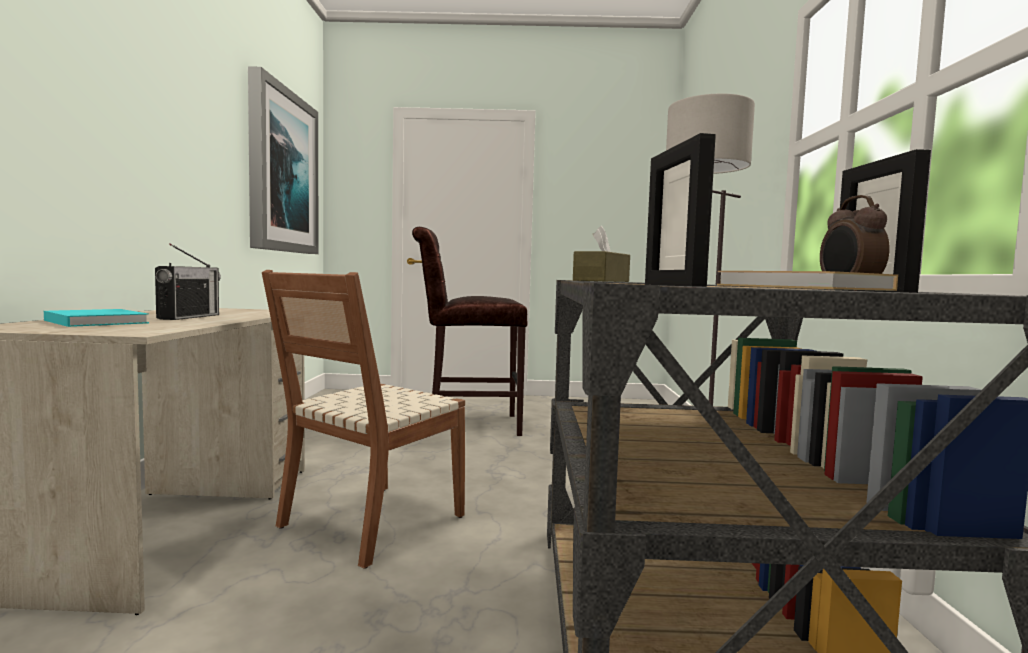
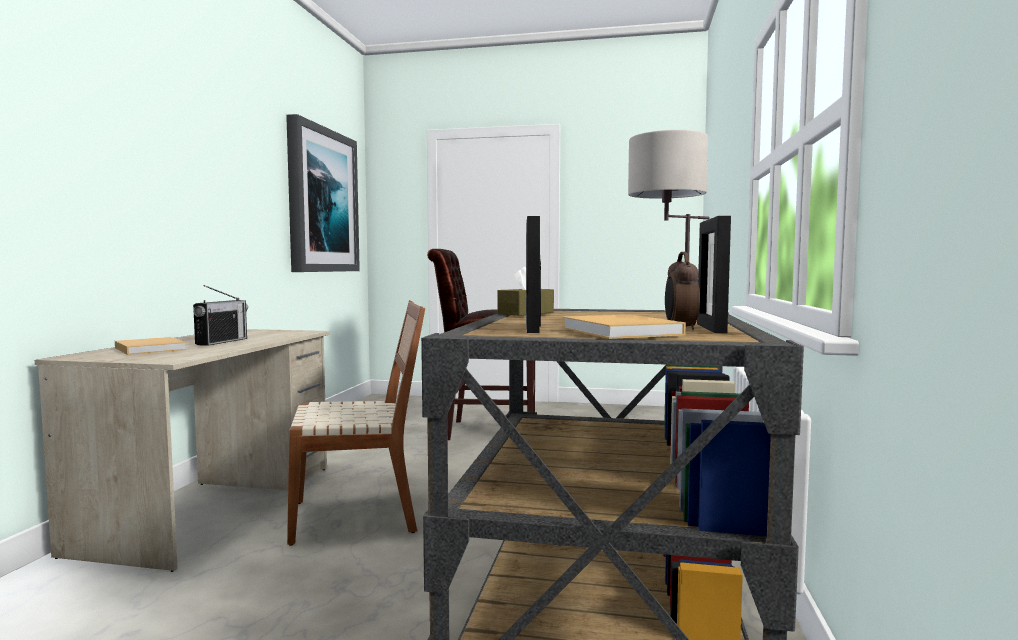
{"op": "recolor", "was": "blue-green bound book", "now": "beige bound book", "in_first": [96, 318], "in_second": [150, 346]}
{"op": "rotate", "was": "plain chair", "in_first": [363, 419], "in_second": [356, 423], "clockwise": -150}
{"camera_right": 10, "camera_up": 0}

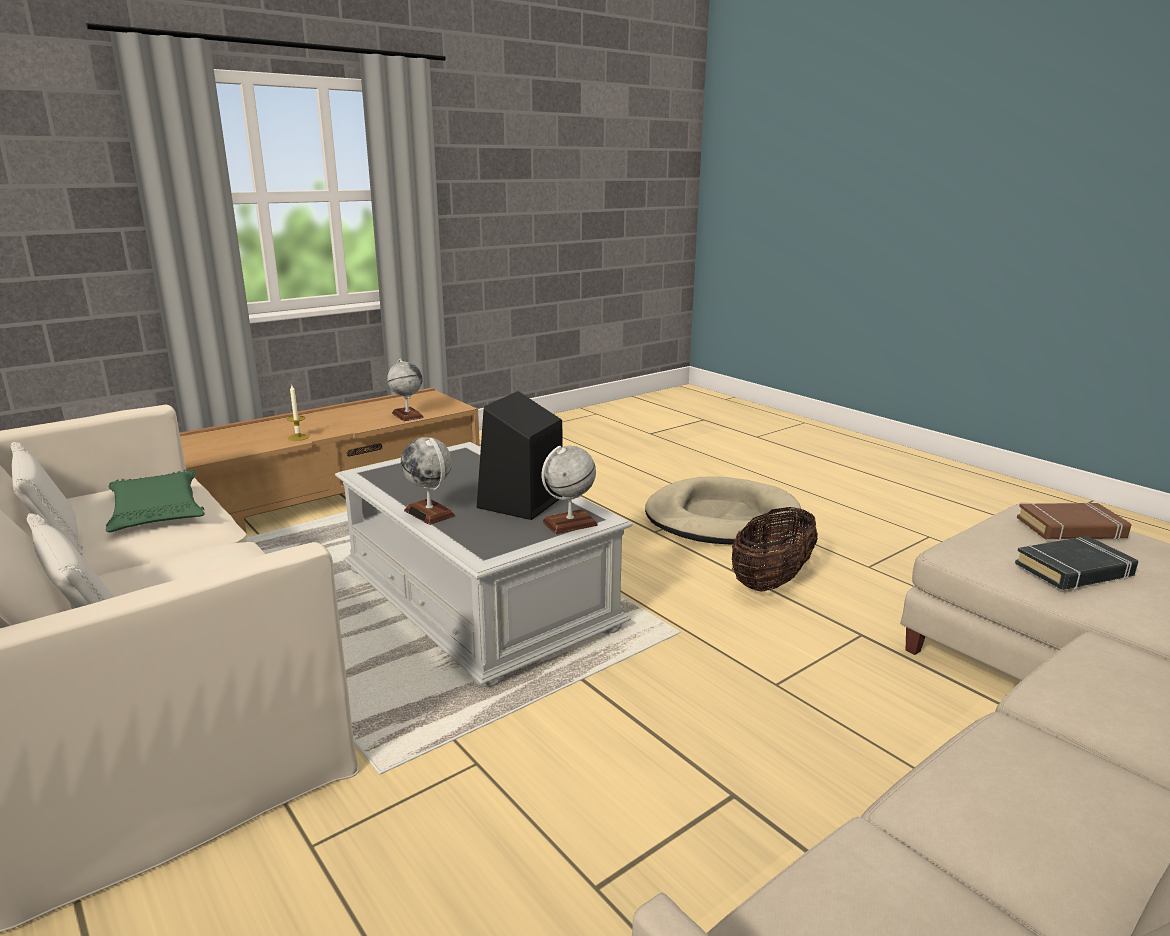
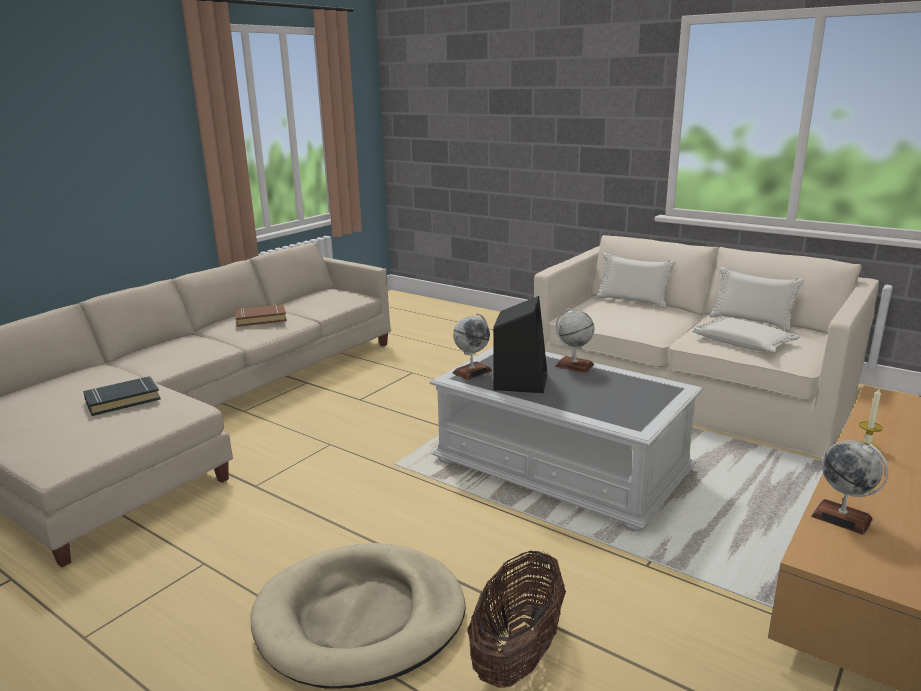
{"op": "move", "was": "brownish bound book", "in_first": [1074, 522], "in_second": [261, 315]}
{"op": "move", "was": "basket", "in_first": [775, 549], "in_second": [516, 619]}
{"op": "recolor", "was": "green cushion", "now": "white-coloured cushion", "in_first": [155, 500], "in_second": [746, 334]}
{"camera_right": 165, "camera_up": 0}

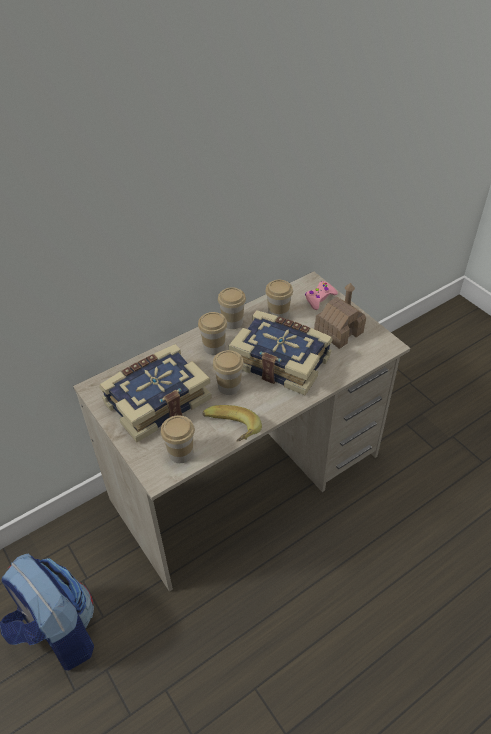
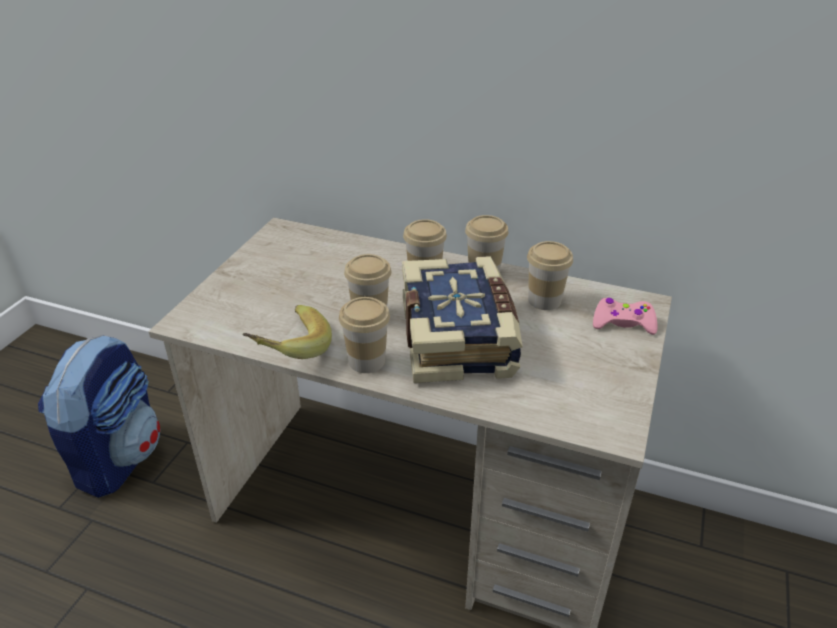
{"op": "move", "was": "drinking cup", "in_first": [178, 439], "in_second": [364, 335]}
{"op": "delete", "was": "bound book", "in_first": [155, 393]}
{"op": "delete", "was": "toy house", "in_first": [340, 316]}
{"camera_right": 55, "camera_up": -10}

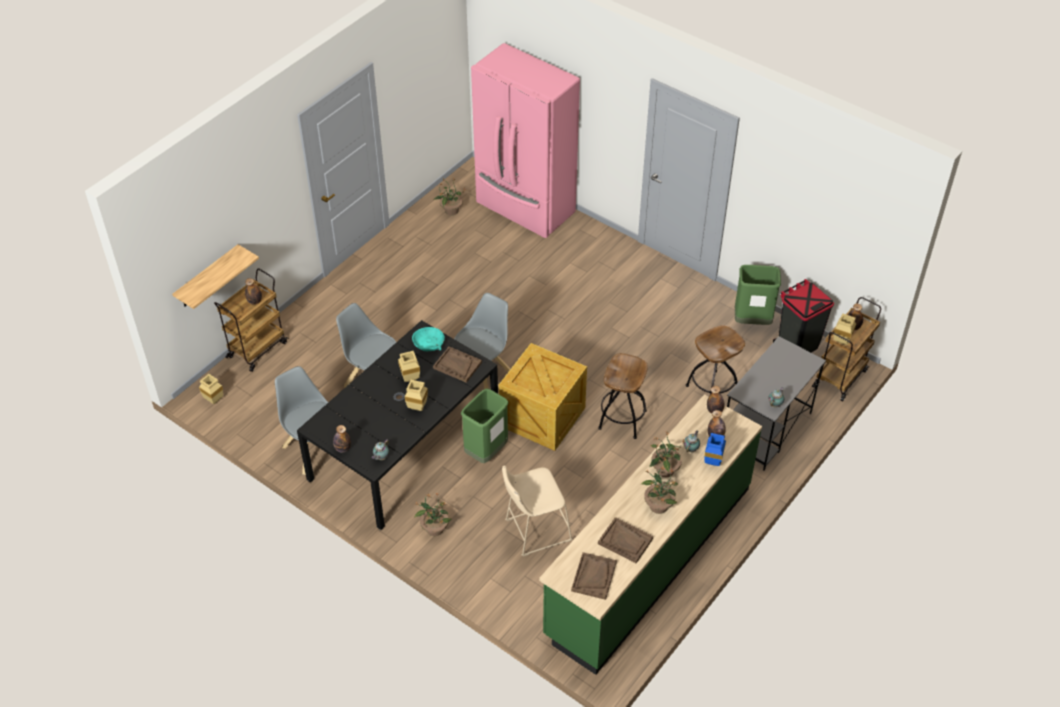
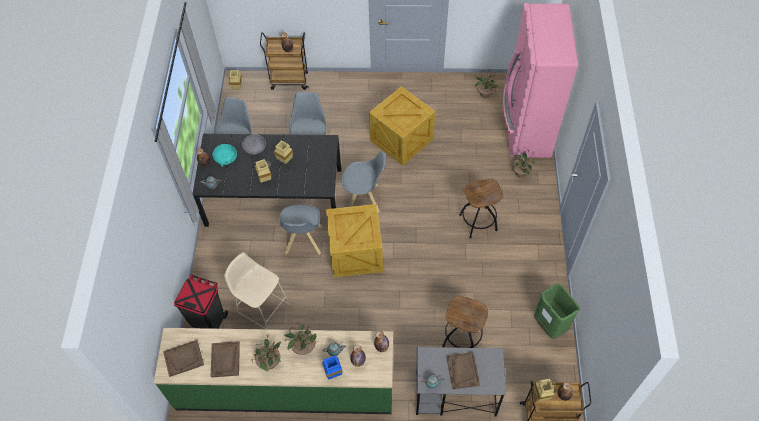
{"op": "move", "was": "black-coloured waste bin", "in_first": [803, 315], "in_second": [201, 301]}
{"op": "move", "was": "blue-green bowl", "in_first": [428, 339], "in_second": [224, 155]}
{"op": "insert", "now": "grey bowl", "in_second": [254, 144]}
{"op": "replace", "was": "green waste bin", "now": "grey plain chair", "in_first": [485, 425], "in_second": [301, 229]}
{"op": "insert", "now": "crate", "in_second": [402, 126]}
{"op": "move", "was": "brownish tray", "in_first": [457, 364], "in_second": [463, 370]}
{"op": "move", "was": "brownish stool", "in_first": [623, 396], "in_second": [481, 209]}
{"op": "move", "was": "potted plant", "in_first": [433, 514], "in_second": [524, 163]}
{"op": "delete", "was": "shelf", "in_first": [215, 276]}
{"camera_right": 55, "camera_up": 10}

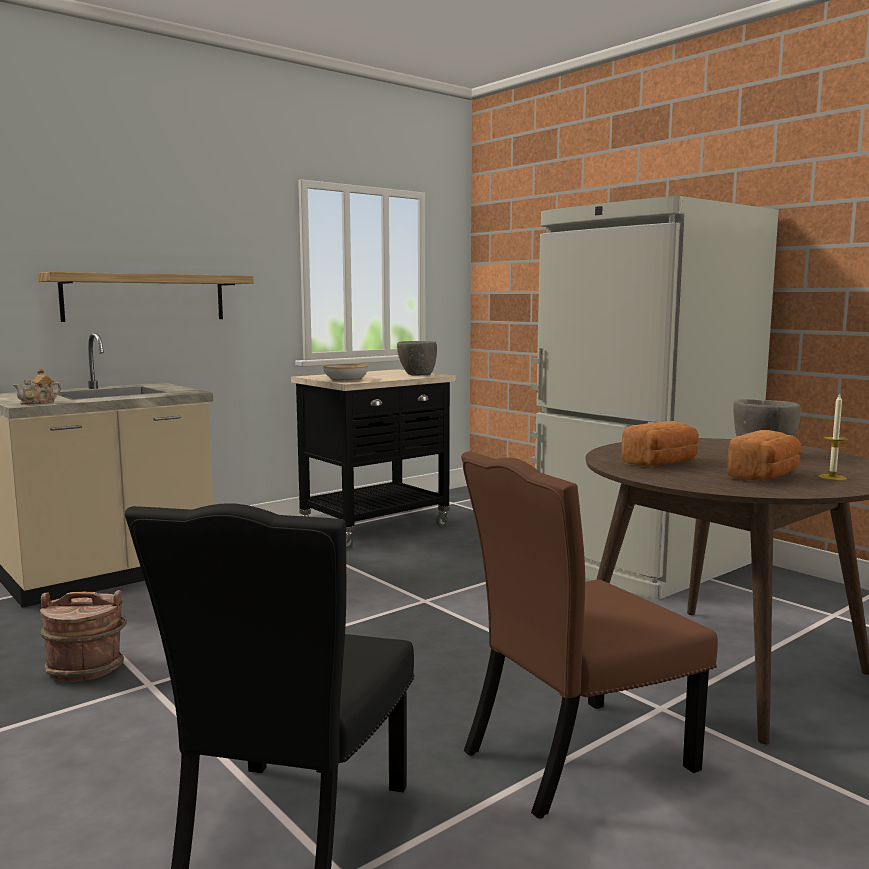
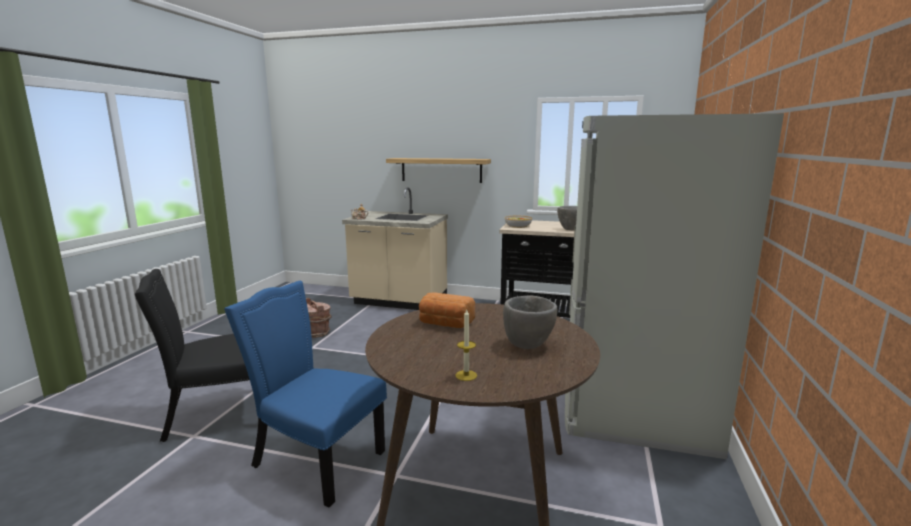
{"op": "recolor", "was": "brownish plain chair", "now": "blue-coloured plain chair", "in_first": [589, 635], "in_second": [305, 394]}
{"op": "delete", "was": "bread", "in_first": [764, 455]}
{"camera_right": 55, "camera_up": 5}

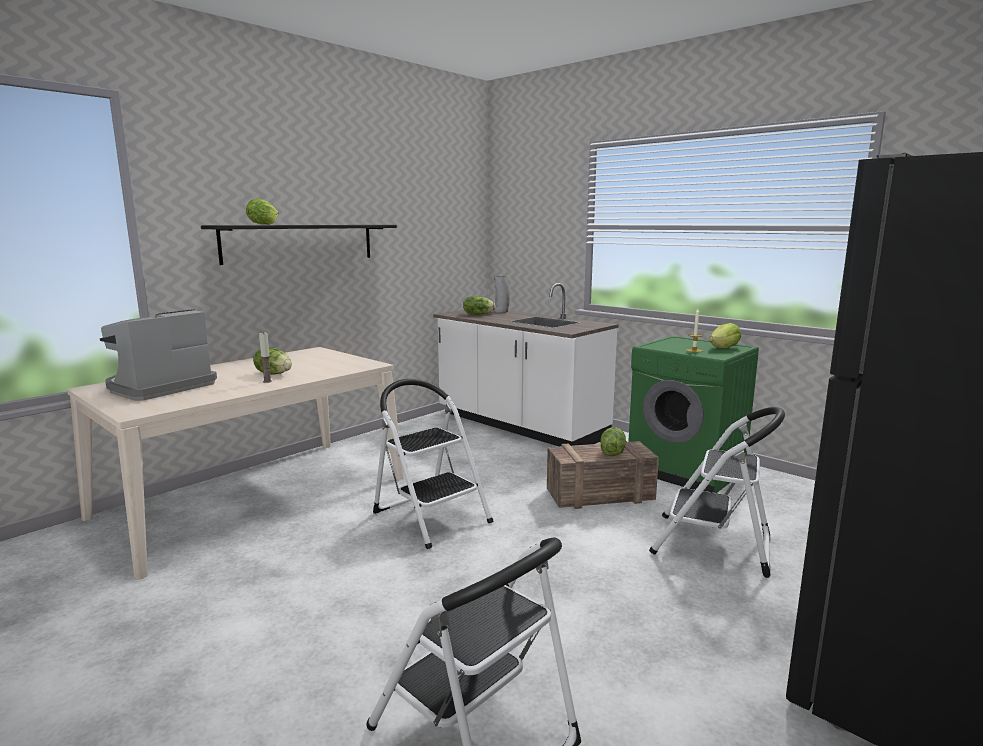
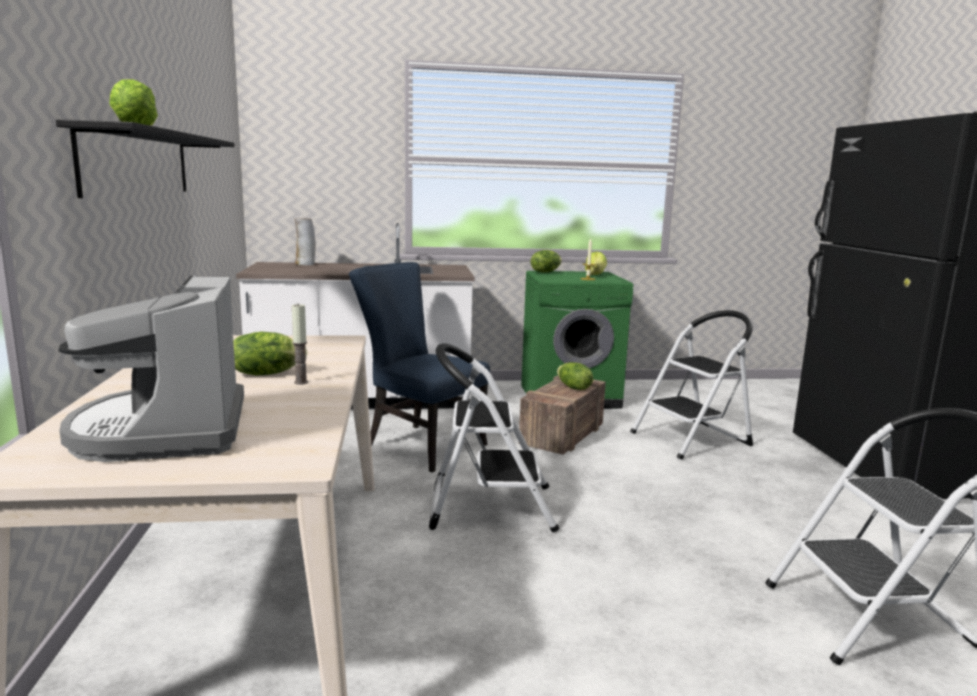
{"op": "insert", "now": "blue-coloured plain chair", "in_second": [419, 367]}
{"op": "move", "was": "lettuce head", "in_first": [479, 305], "in_second": [546, 261]}
{"camera_right": -50, "camera_up": 0}

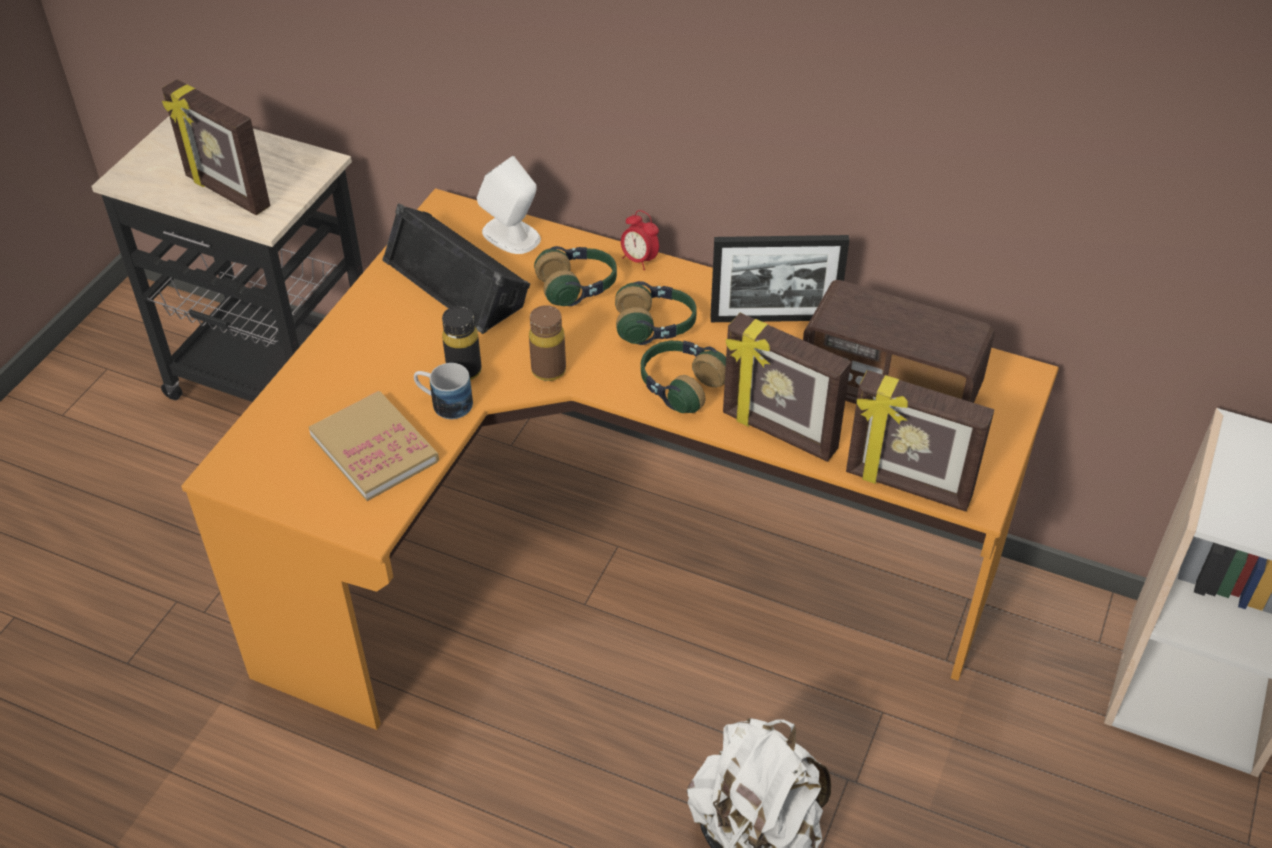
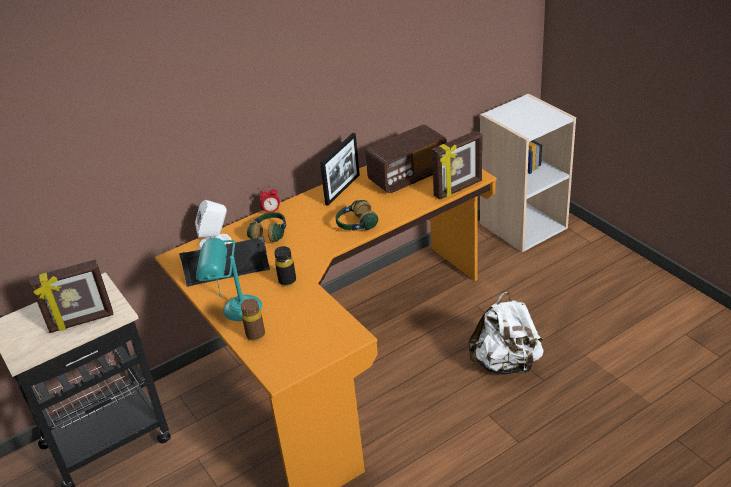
{"op": "insert", "now": "blue-green tabletop lamp", "in_second": [229, 279]}
{"op": "move", "was": "brownish drink bottle", "in_first": [547, 343], "in_second": [253, 320]}
{"op": "delete", "was": "bound book", "in_first": [374, 446]}
{"op": "delete", "was": "coffee mug", "in_first": [443, 391]}
{"op": "delete", "was": "headset", "in_first": [656, 313]}
{"op": "delete", "was": "standing frame", "in_first": [787, 387]}
{"camera_right": -55, "camera_up": -10}

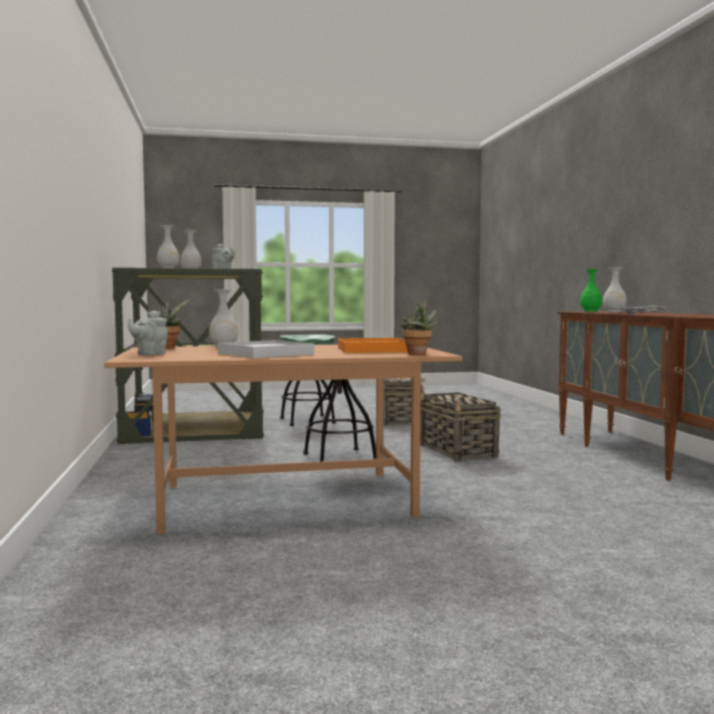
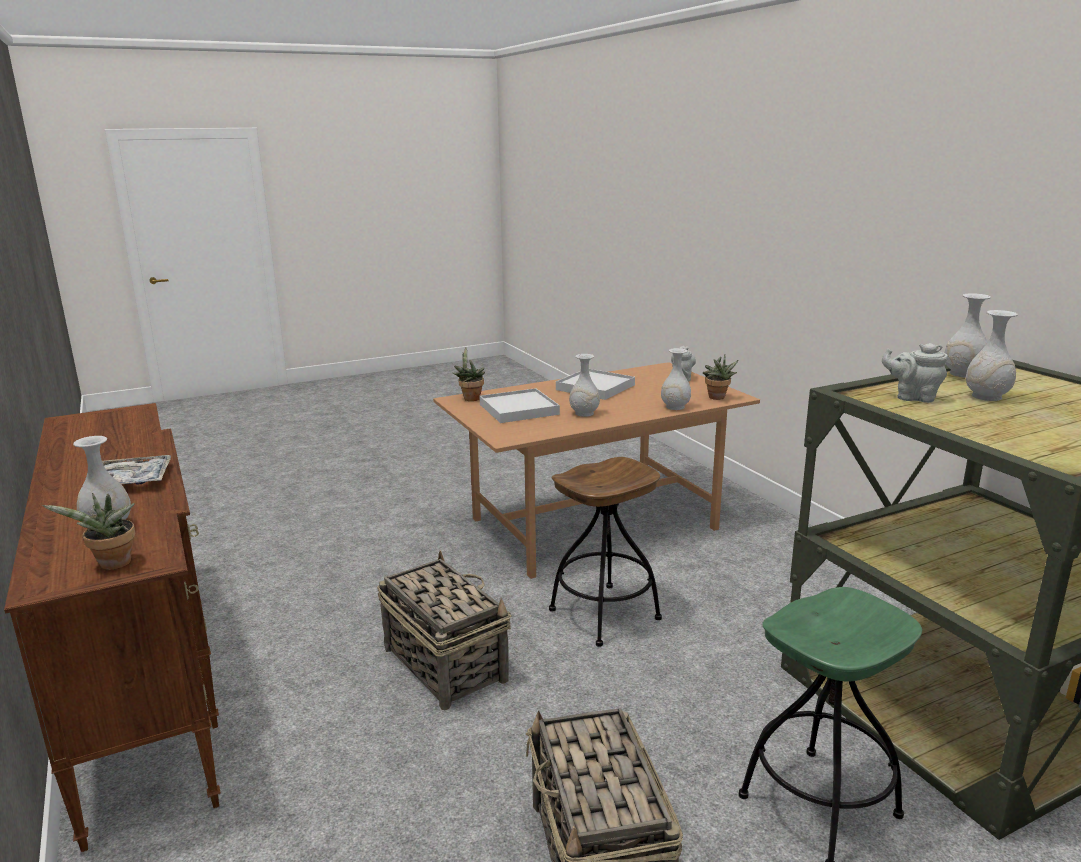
{"op": "replace", "was": "green decorative vase", "now": "potted plant", "in_first": [591, 290], "in_second": [88, 531]}
{"op": "recolor", "was": "orange tray", "now": "white-coloured tray", "in_first": [373, 345], "in_second": [520, 405]}
{"op": "insert", "now": "white-coloured decorative vase", "in_second": [584, 385]}
{"camera_right": 165, "camera_up": 15}

